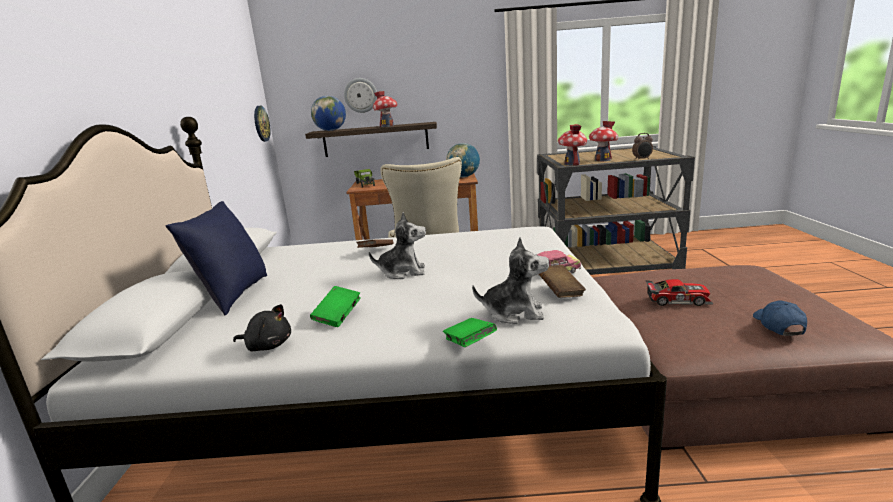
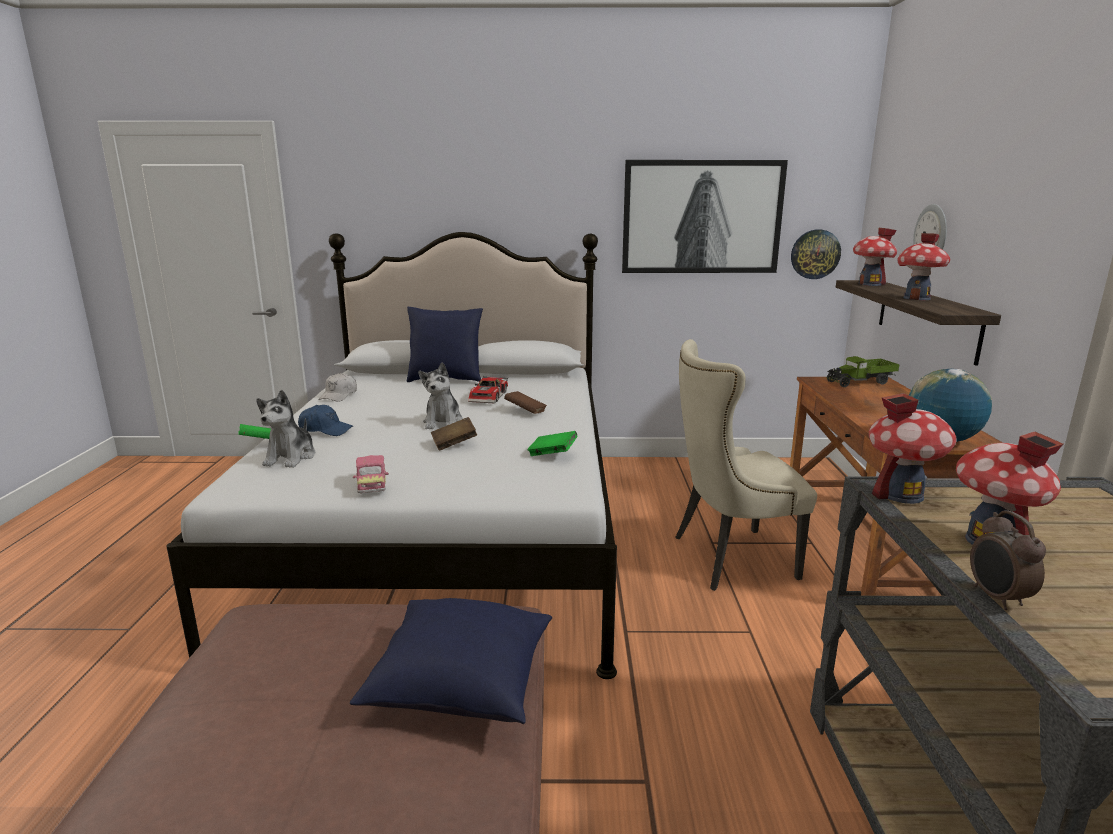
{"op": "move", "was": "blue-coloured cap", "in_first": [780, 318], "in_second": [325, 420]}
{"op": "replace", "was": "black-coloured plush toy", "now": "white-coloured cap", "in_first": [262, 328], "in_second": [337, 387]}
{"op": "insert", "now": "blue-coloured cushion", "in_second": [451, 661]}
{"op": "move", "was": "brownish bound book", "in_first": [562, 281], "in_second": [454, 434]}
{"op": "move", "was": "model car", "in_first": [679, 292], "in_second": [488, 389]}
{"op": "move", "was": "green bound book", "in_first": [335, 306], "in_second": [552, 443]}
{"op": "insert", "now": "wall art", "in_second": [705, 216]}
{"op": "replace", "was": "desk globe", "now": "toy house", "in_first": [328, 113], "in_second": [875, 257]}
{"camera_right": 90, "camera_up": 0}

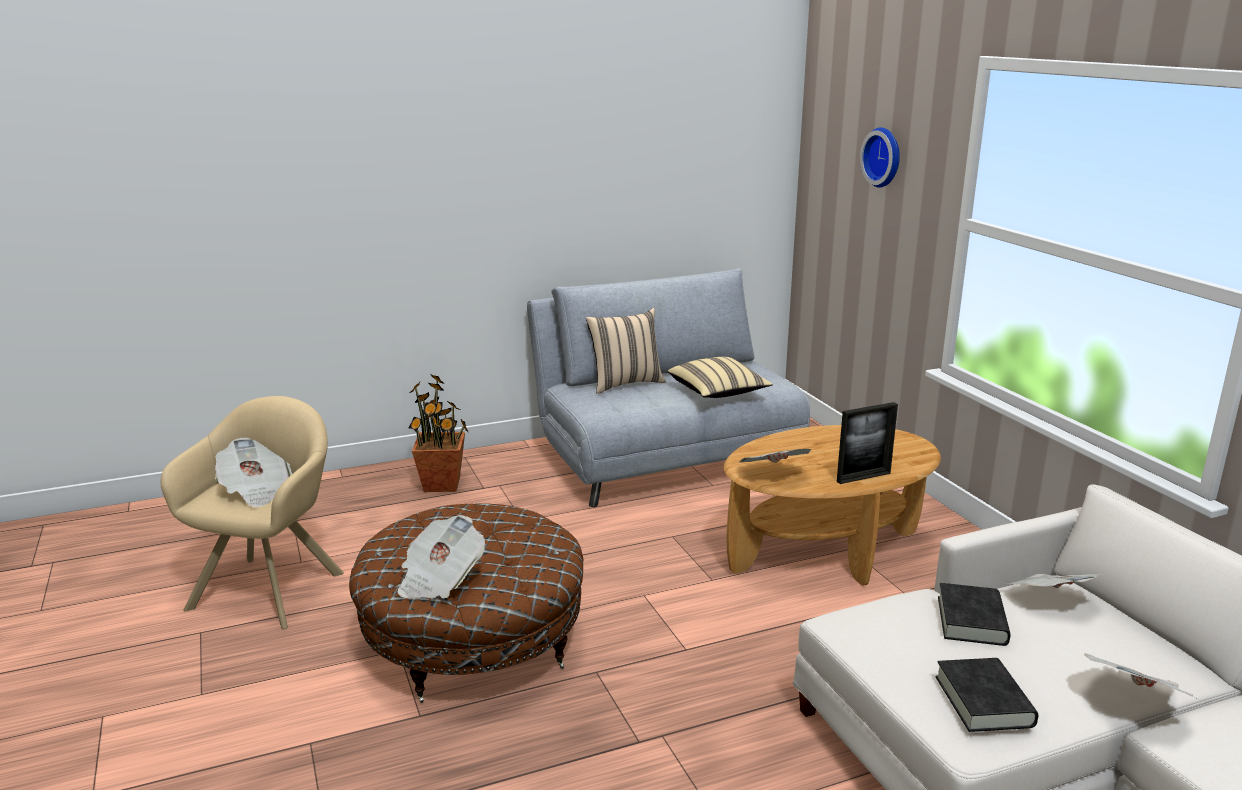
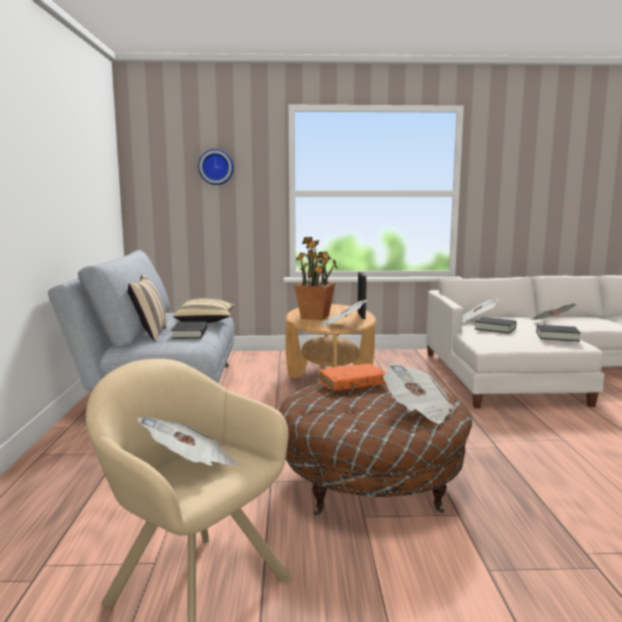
{"op": "insert", "now": "black-coloured bound book", "in_second": [190, 330]}
{"op": "move", "was": "potted plant", "in_first": [438, 433], "in_second": [316, 278]}
{"op": "insert", "now": "orange bound book", "in_second": [352, 377]}
{"camera_right": -70, "camera_up": -10}

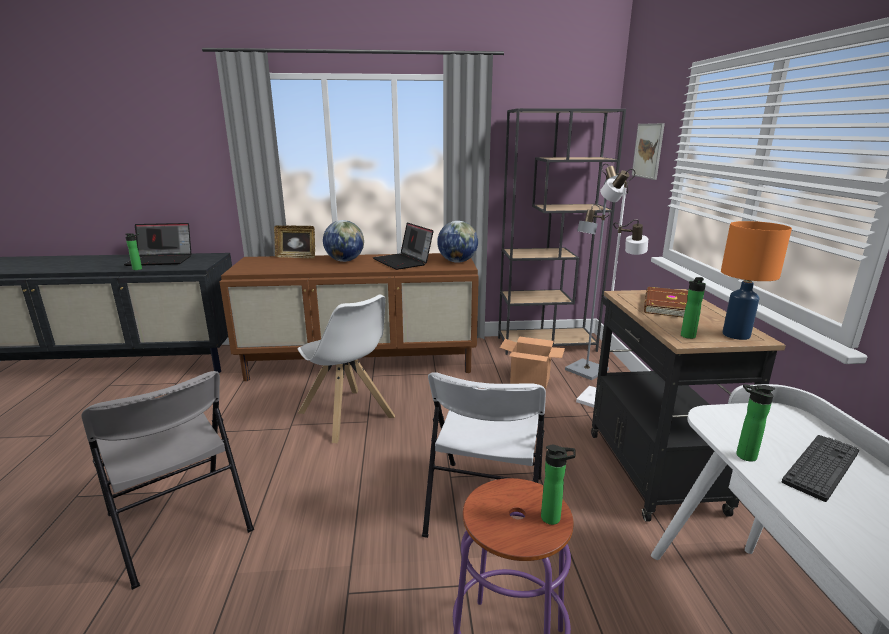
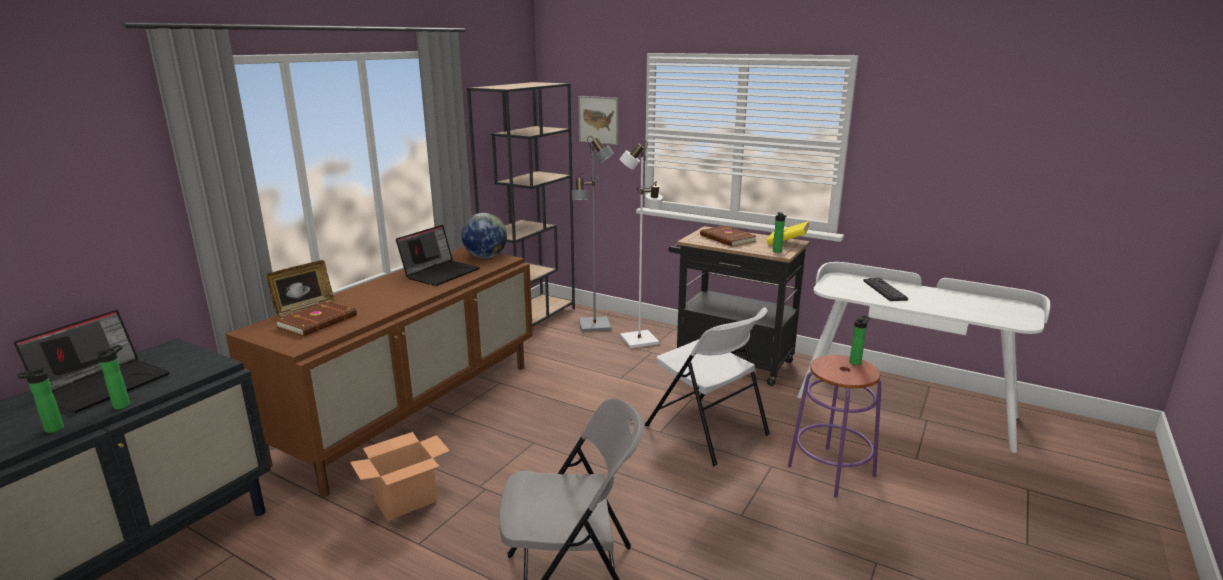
{"op": "move", "was": "drink bottle", "in_first": [755, 423], "in_second": [40, 399]}
{"op": "insert", "now": "brownish bound book", "in_second": [316, 318]}
{"op": "move", "was": "packing box", "in_first": [532, 362], "in_second": [400, 476]}
{"op": "rotate", "was": "laptop", "in_first": [403, 246], "in_second": [438, 255], "clockwise": -60}
{"op": "replace", "was": "orange tabletop lamp", "now": "yellow-coloured bound book", "in_first": [756, 280], "in_second": [788, 233]}
{"op": "delete", "was": "plain chair", "in_first": [346, 369]}
{"op": "delete", "was": "desk globe", "in_first": [343, 241]}
{"camera_right": -55, "camera_up": 0}

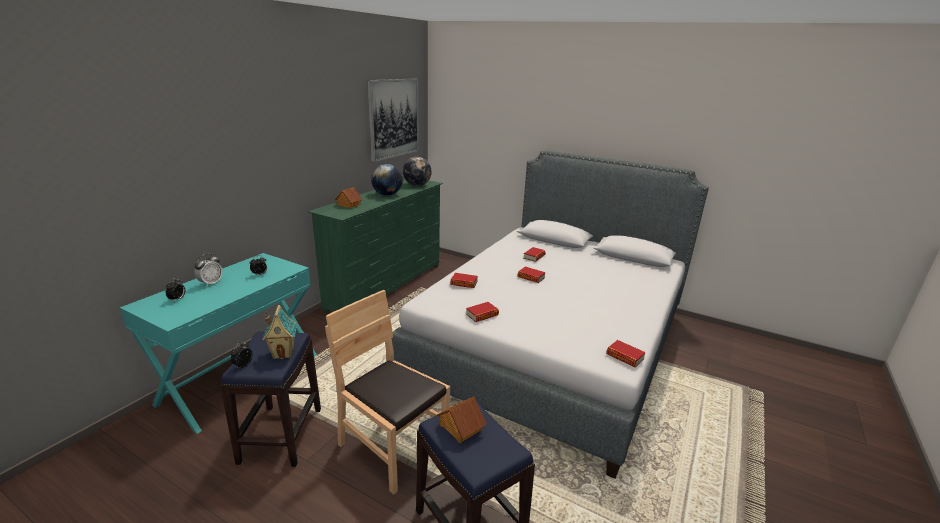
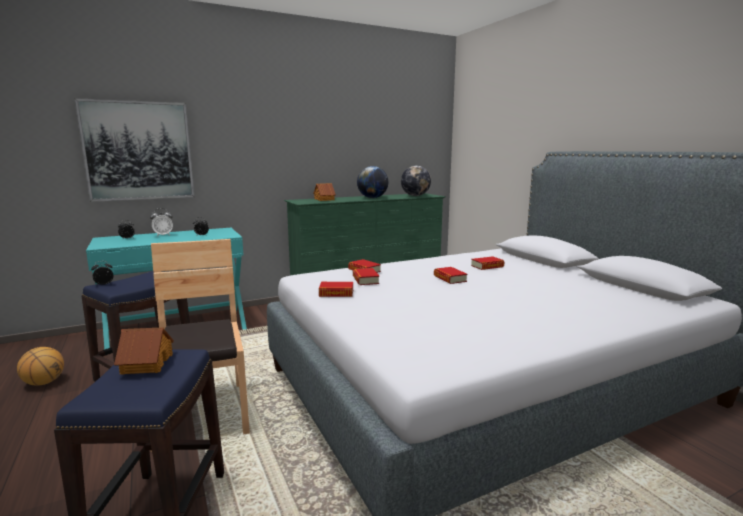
{"op": "insert", "now": "ball for basketball", "in_second": [40, 366]}
{"op": "move", "was": "wall art", "in_first": [393, 120], "in_second": [134, 150]}
{"op": "move", "was": "bound book", "in_first": [626, 353], "in_second": [366, 276]}
{"op": "delete", "was": "toy house", "in_first": [280, 332]}
{"camera_right": 35, "camera_up": -10}

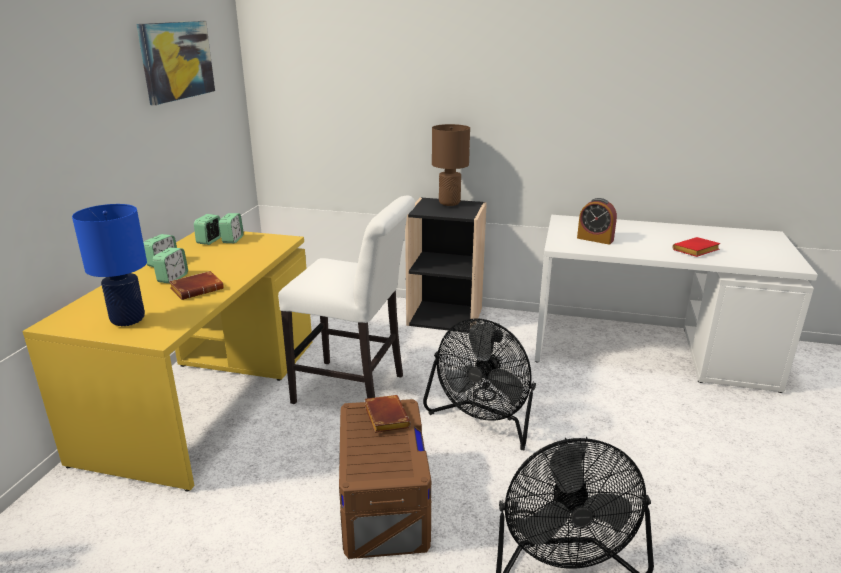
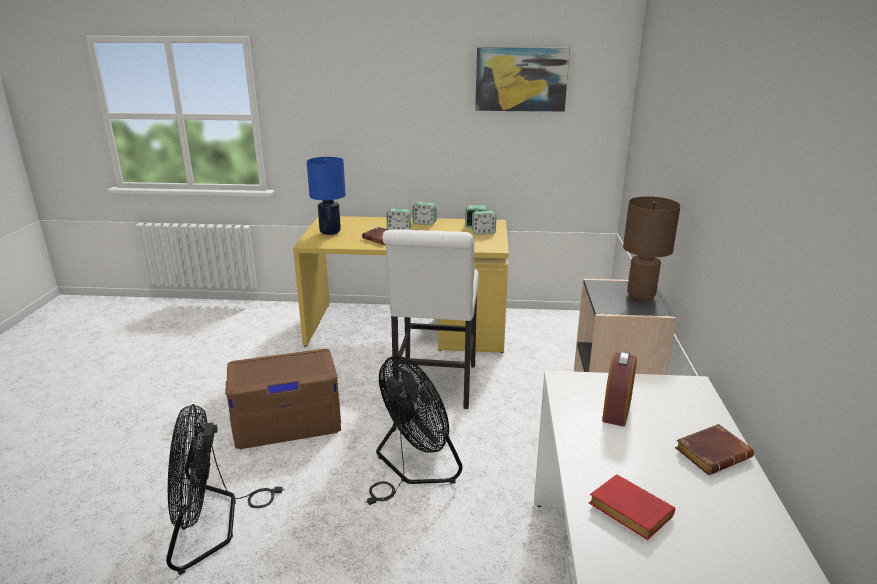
{"op": "rotate", "was": "black-coloured fan", "in_first": [479, 384], "in_second": [413, 430], "clockwise": 120}
{"op": "move", "was": "brownish bound book", "in_first": [387, 414], "in_second": [714, 449]}
{"camera_right": 80, "camera_up": 0}

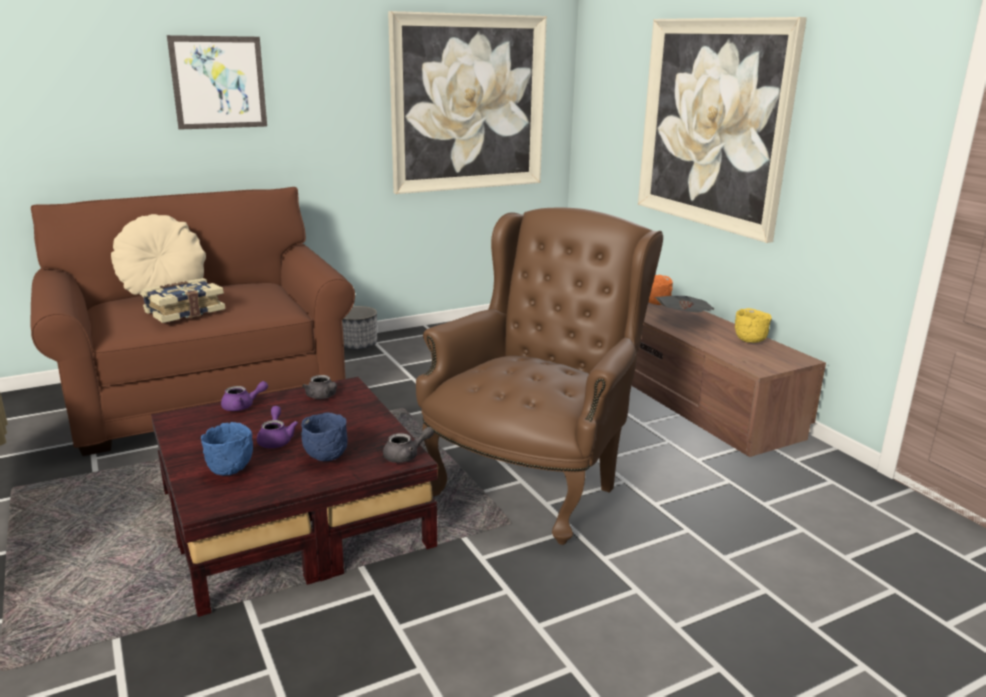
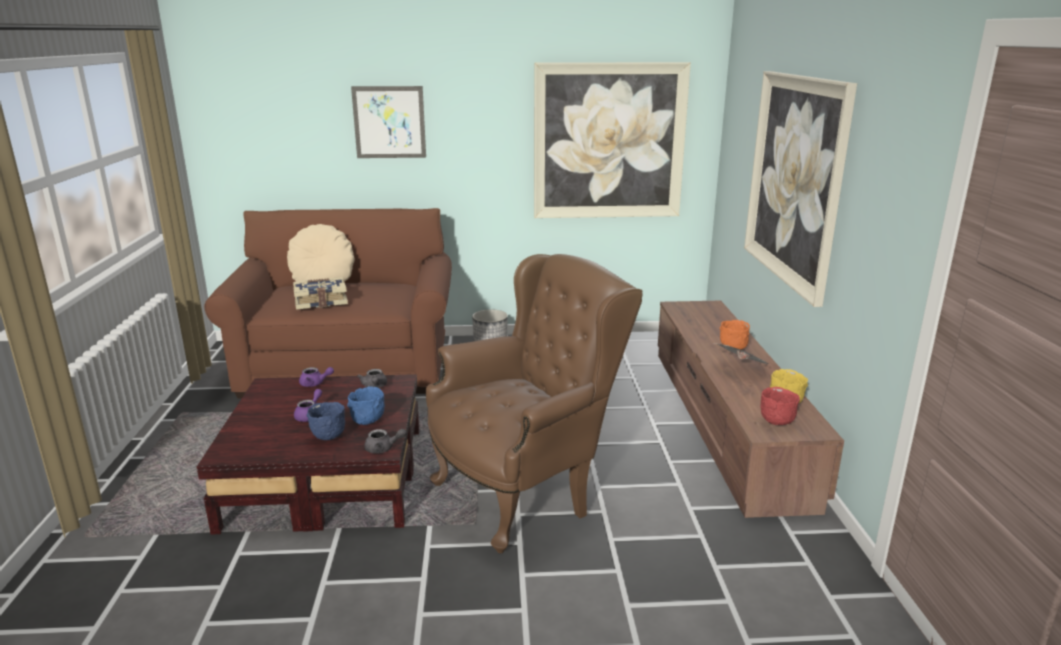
{"op": "move", "was": "blue-coloured bowl", "in_first": [227, 449], "in_second": [366, 405]}
{"op": "insert", "now": "red-coloured bowl", "in_second": [780, 406]}
{"camera_right": 25, "camera_up": 0}

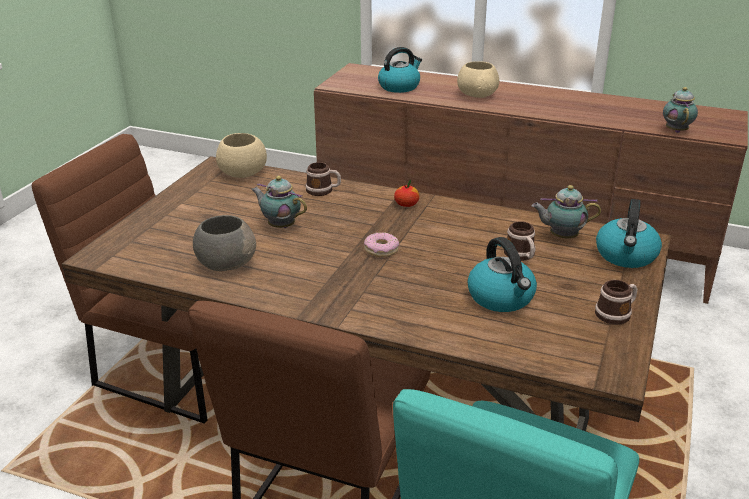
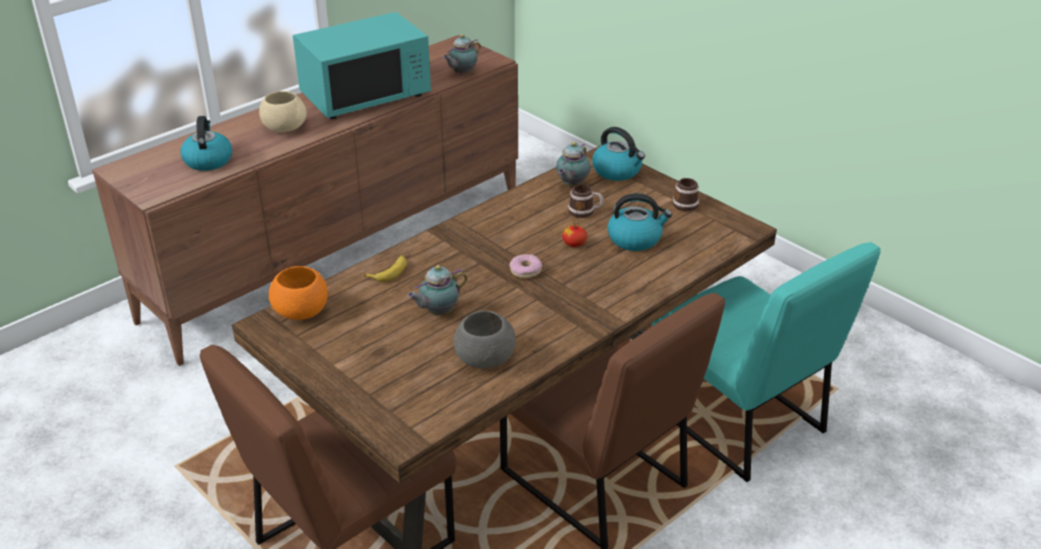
{"op": "recolor", "was": "beige bowl", "now": "orange bowl", "in_first": [241, 155], "in_second": [298, 293]}
{"op": "insert", "now": "blue-green microwave", "in_second": [362, 65]}
{"op": "replace", "was": "coffee mug", "now": "whole banana", "in_first": [323, 179], "in_second": [385, 268]}
{"op": "rotate", "was": "teapot", "in_first": [680, 110], "in_second": [462, 54], "clockwise": -75}
{"op": "move", "was": "whole apple", "in_first": [407, 193], "in_second": [574, 234]}
{"camera_right": -65, "camera_up": 5}

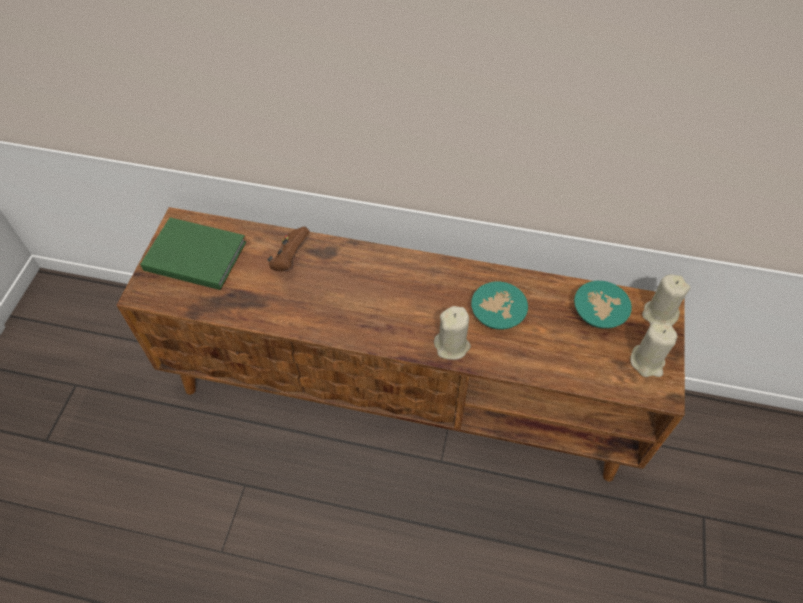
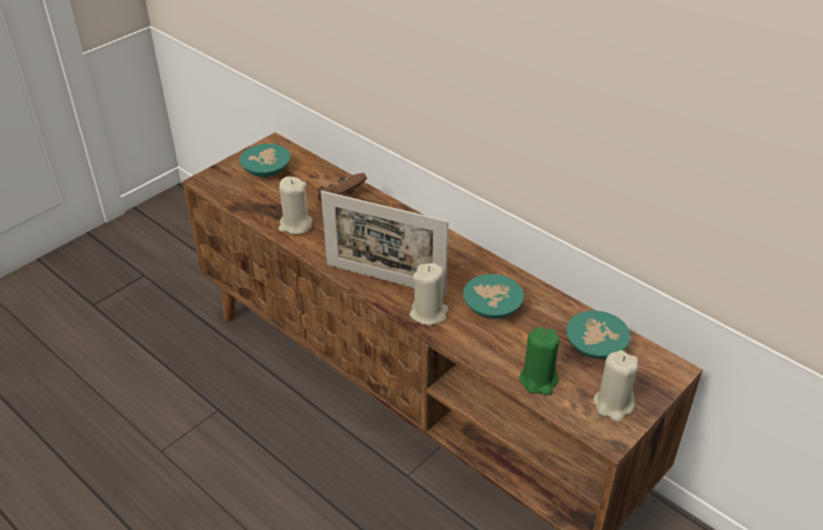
{"op": "replace", "was": "green bound book", "now": "blue-green bowl", "in_first": [193, 253], "in_second": [265, 160]}
{"op": "move", "was": "beige wax candle", "in_first": [666, 300], "in_second": [296, 206]}
{"op": "insert", "now": "standing frame", "in_second": [384, 243]}
{"op": "insert", "now": "green wax candle", "in_second": [539, 361]}
{"camera_right": 30, "camera_up": -15}

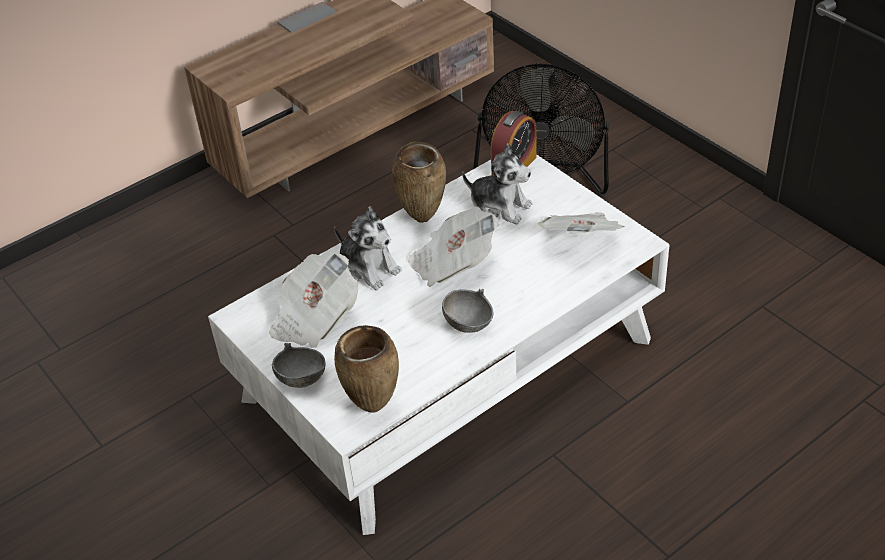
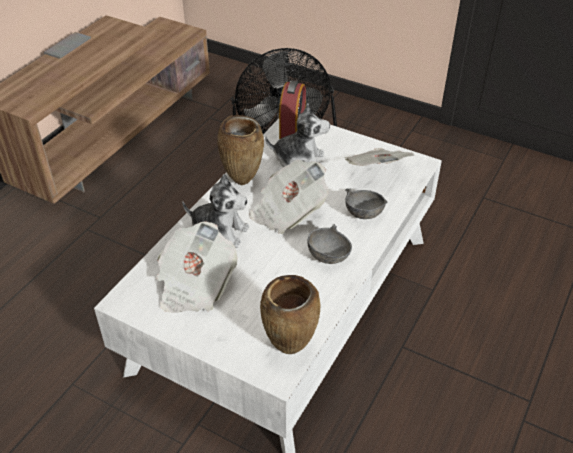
{"op": "move", "was": "grey bowl", "in_first": [299, 365], "in_second": [366, 203]}
{"camera_right": -25, "camera_up": 0}

